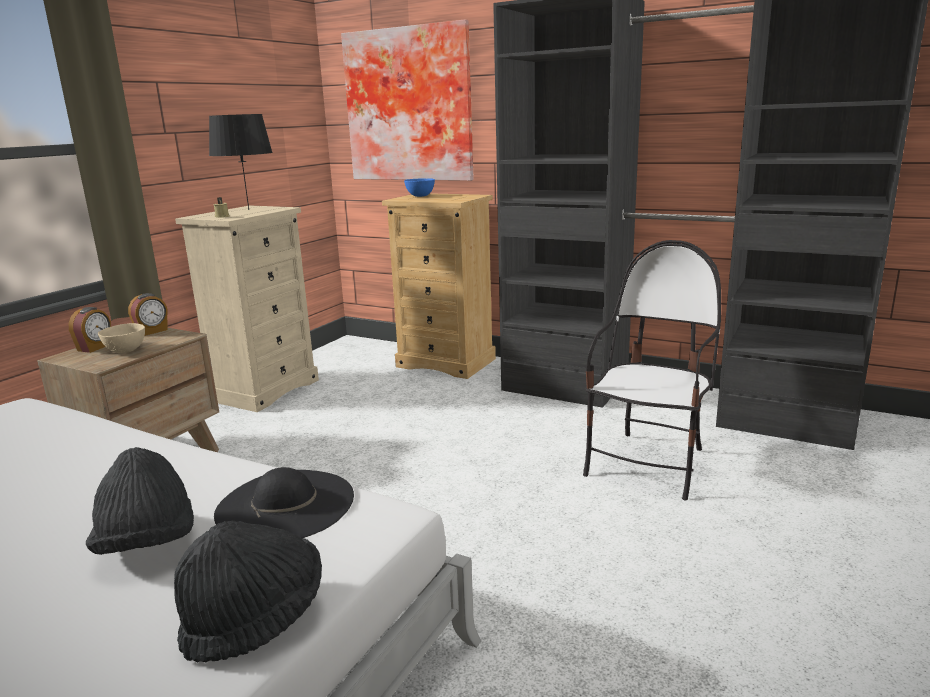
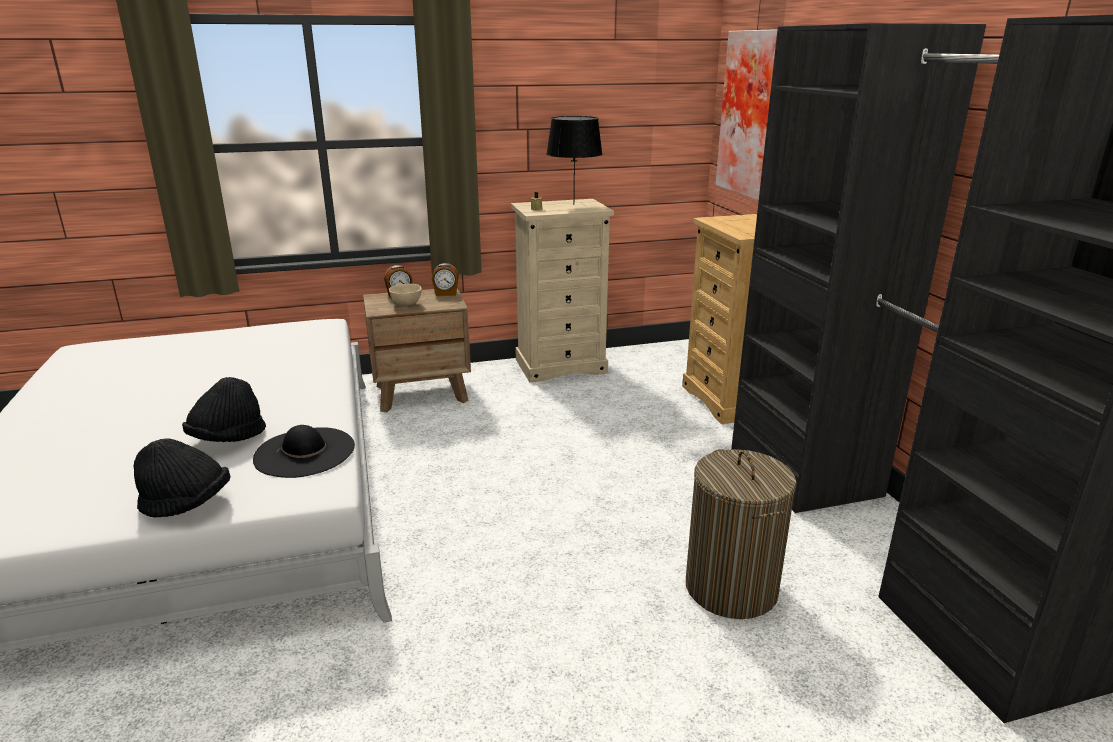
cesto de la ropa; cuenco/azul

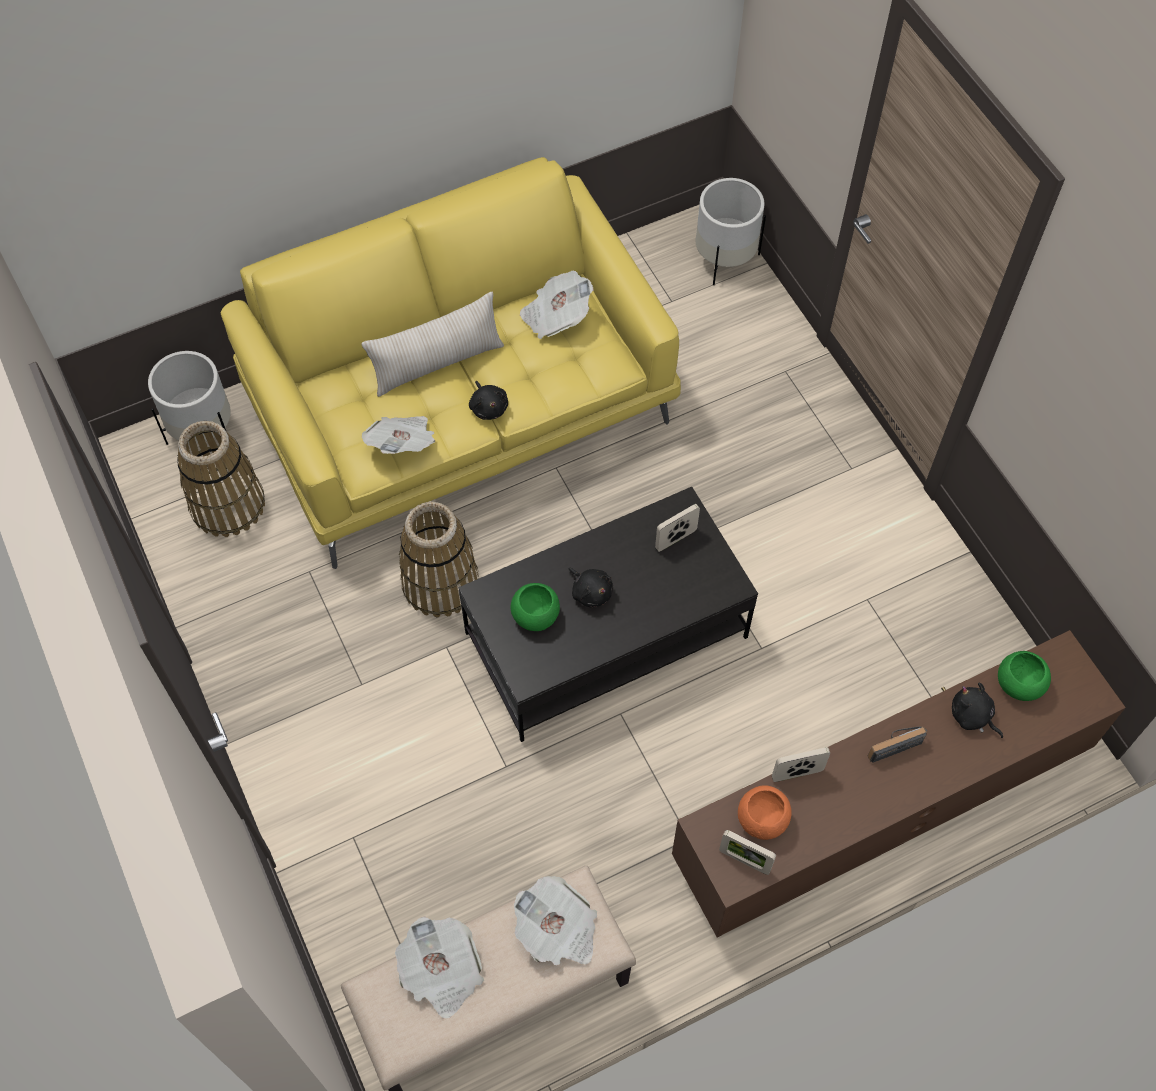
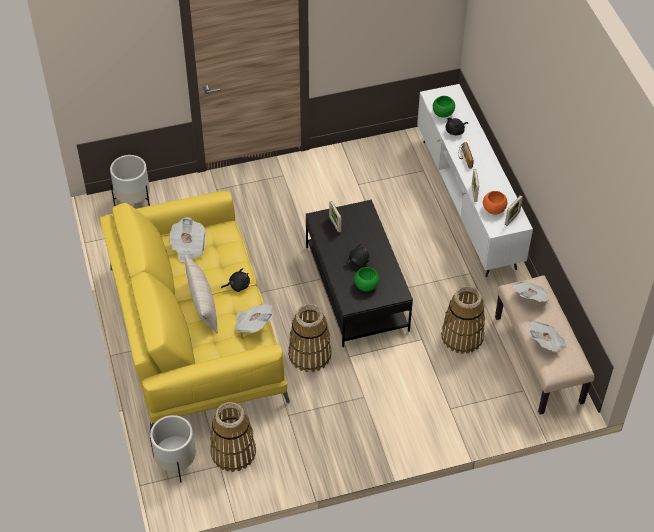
mueble de televisión/blanco; cesta (3rd from left)

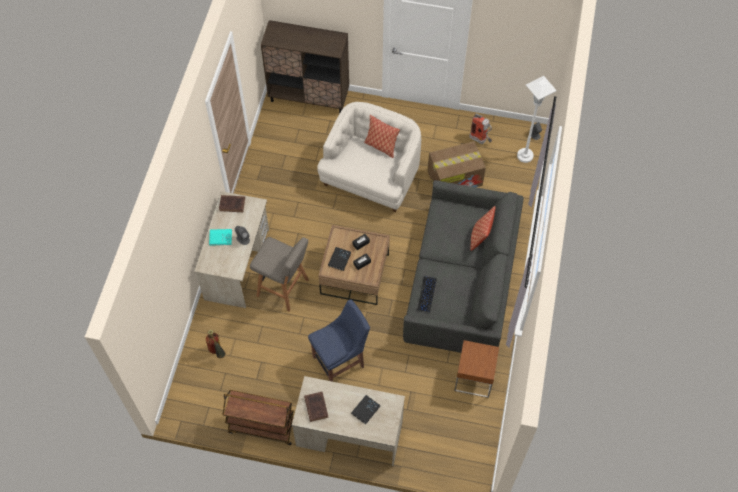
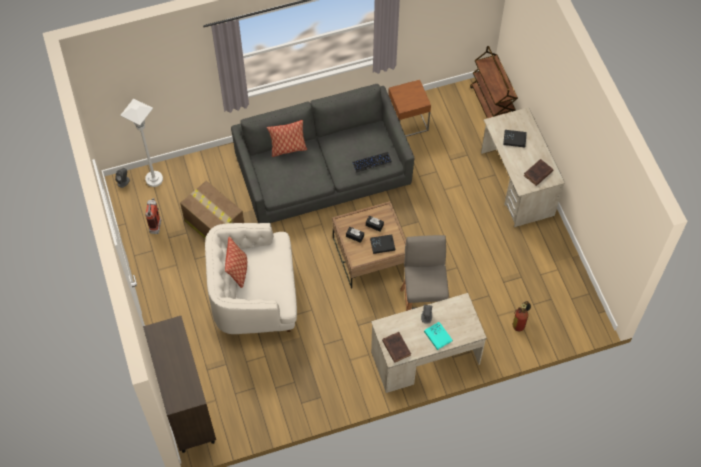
carrito/marrón; silla/azul

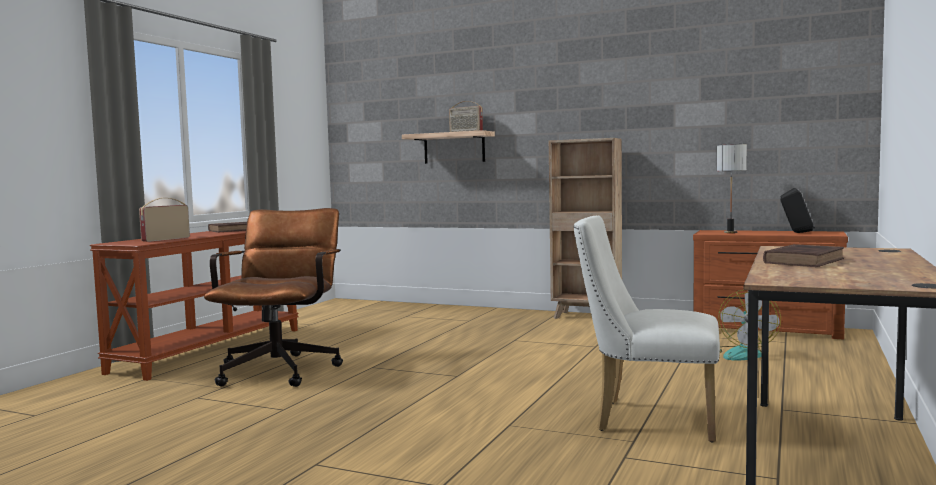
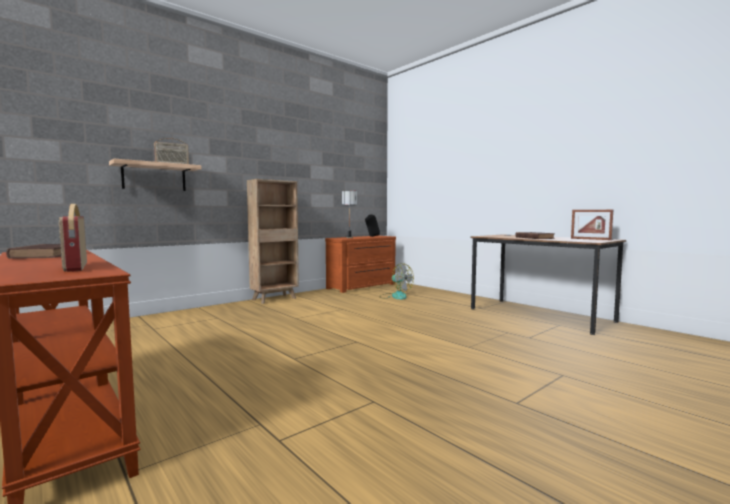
portarretratos; silla de oficina/marrón; silla/blanco

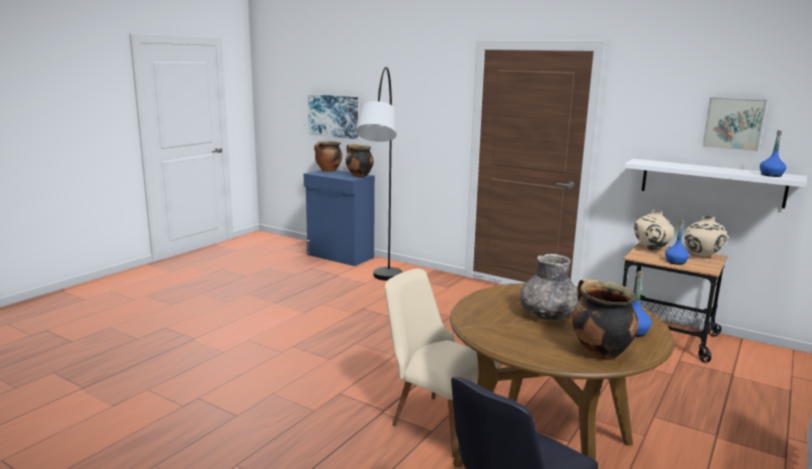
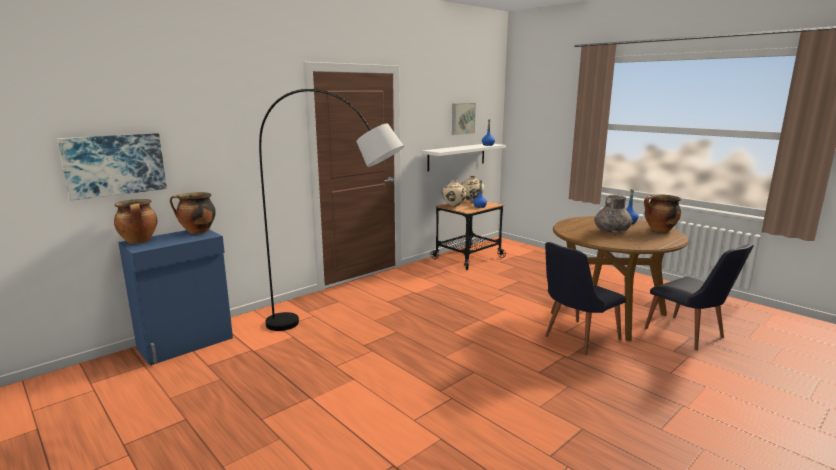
silla/negro (1st from left)

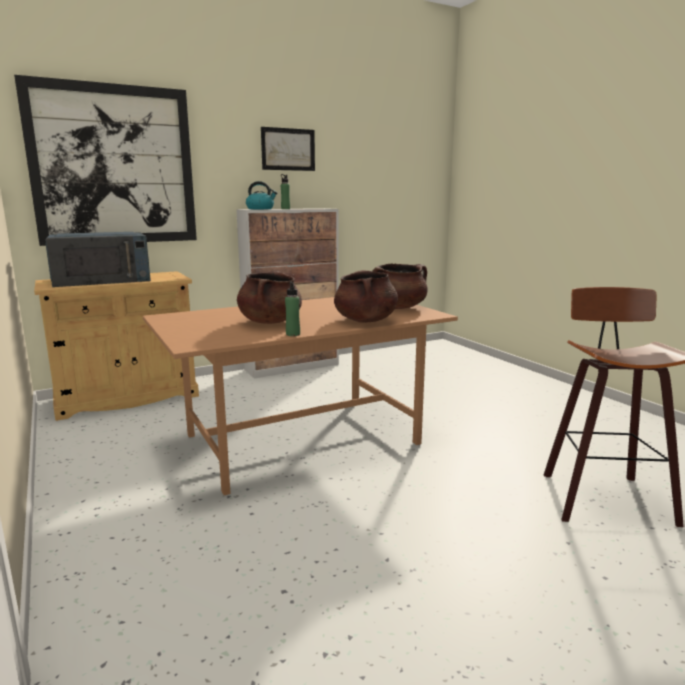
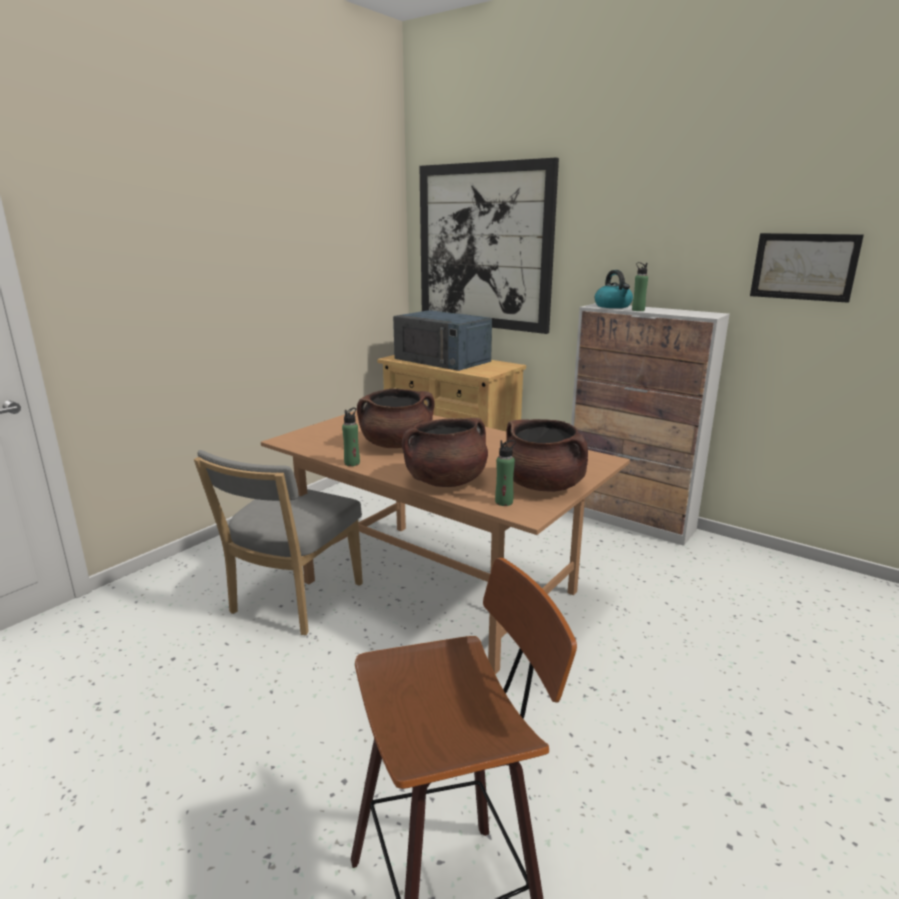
silla/gris; botella/verde (2nd from left); cuadro (2nd from left)

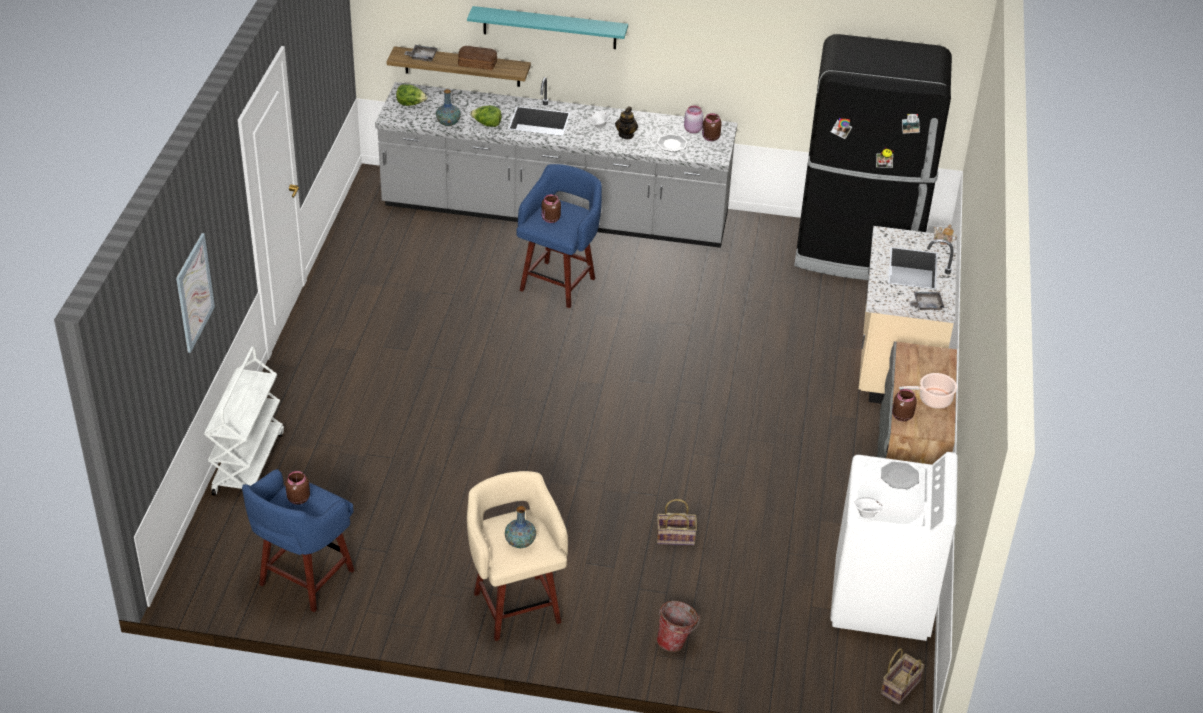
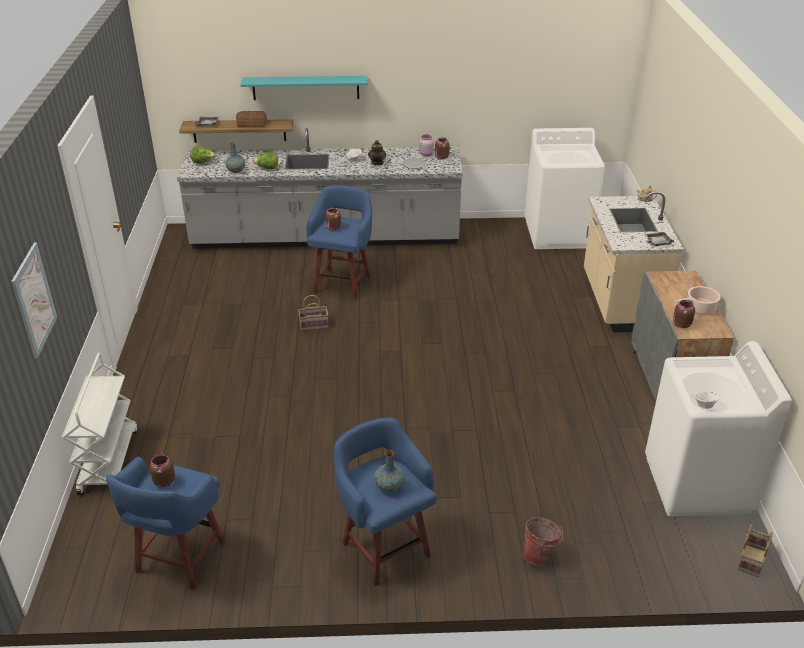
cesta (1st from left); taburete/azul (3rd from left); lavadora/blanco (1st from left); plato (2nd from left in the first image)

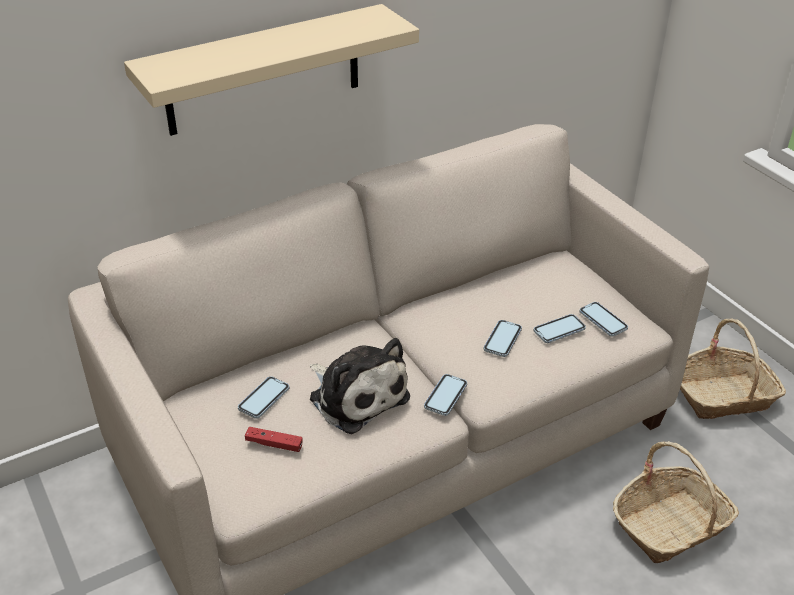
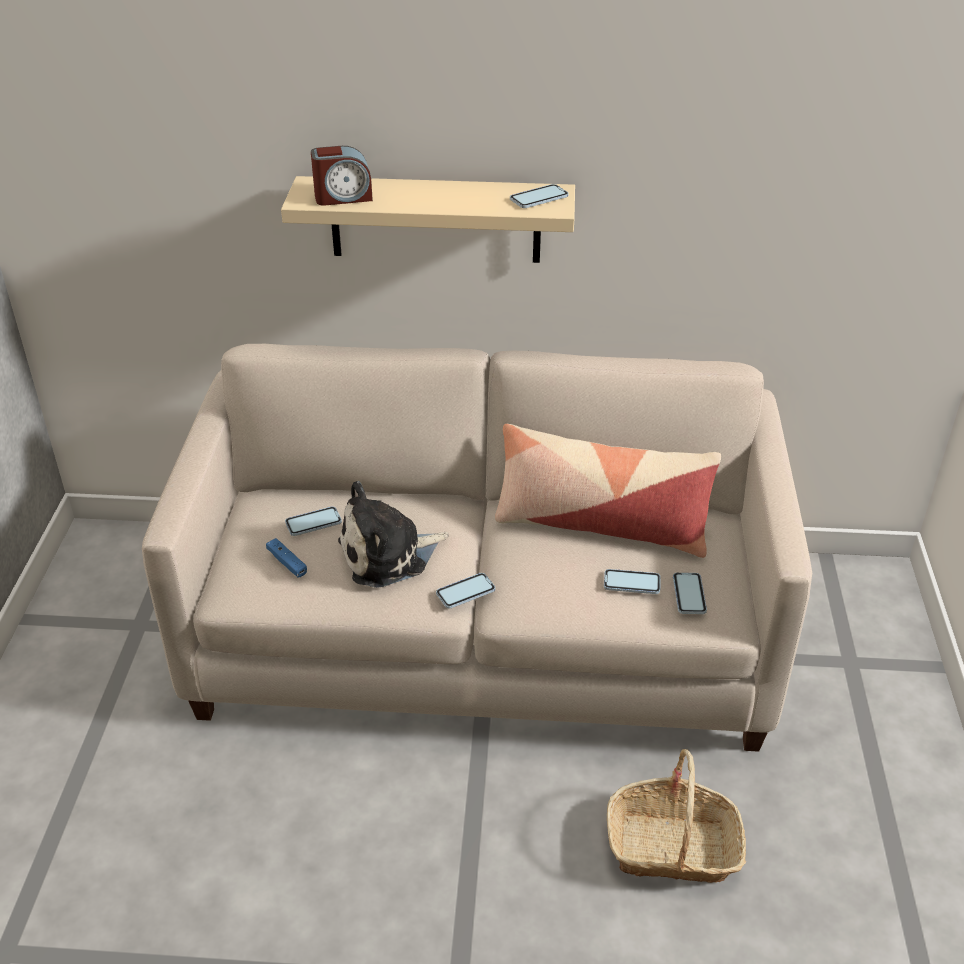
mando de consola/azul; despertador; peluche; cojín; móvil (3rd from left); cesta (2nd from left in the first image)

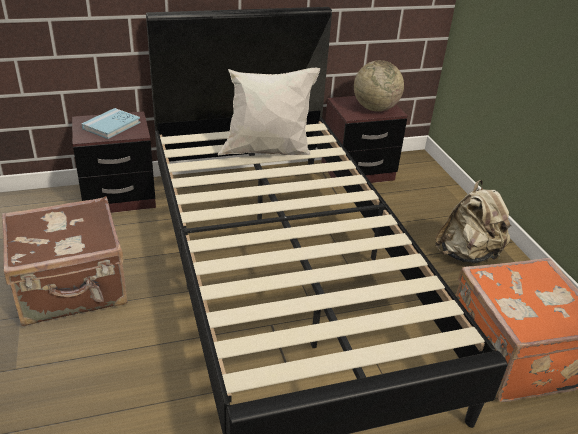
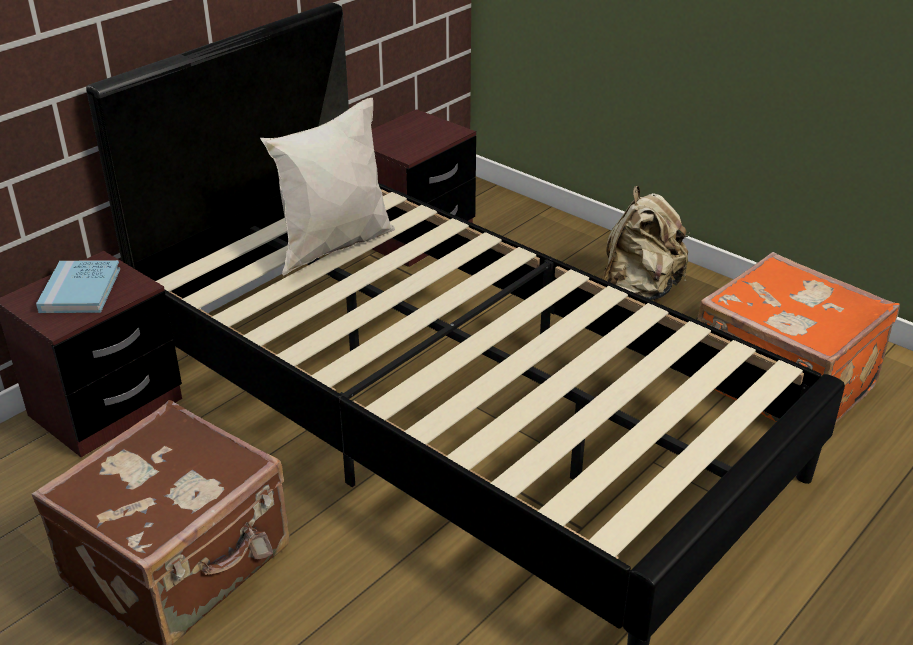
globo terráqueo

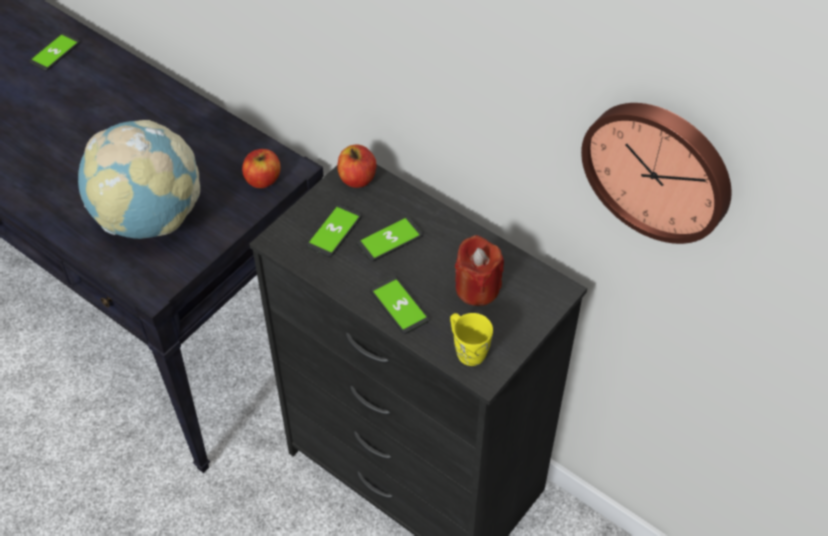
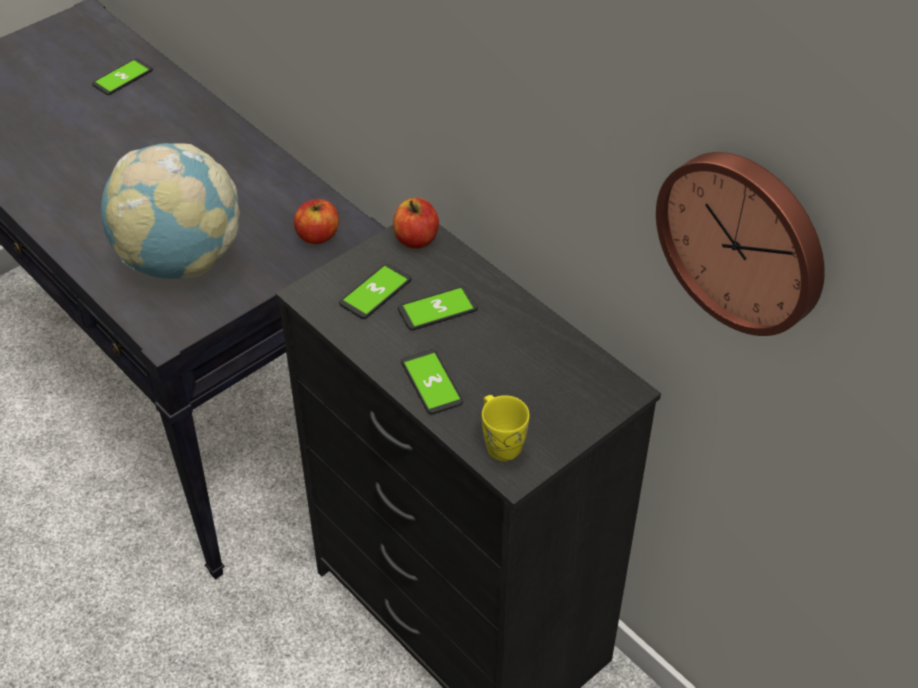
vela/rojo

